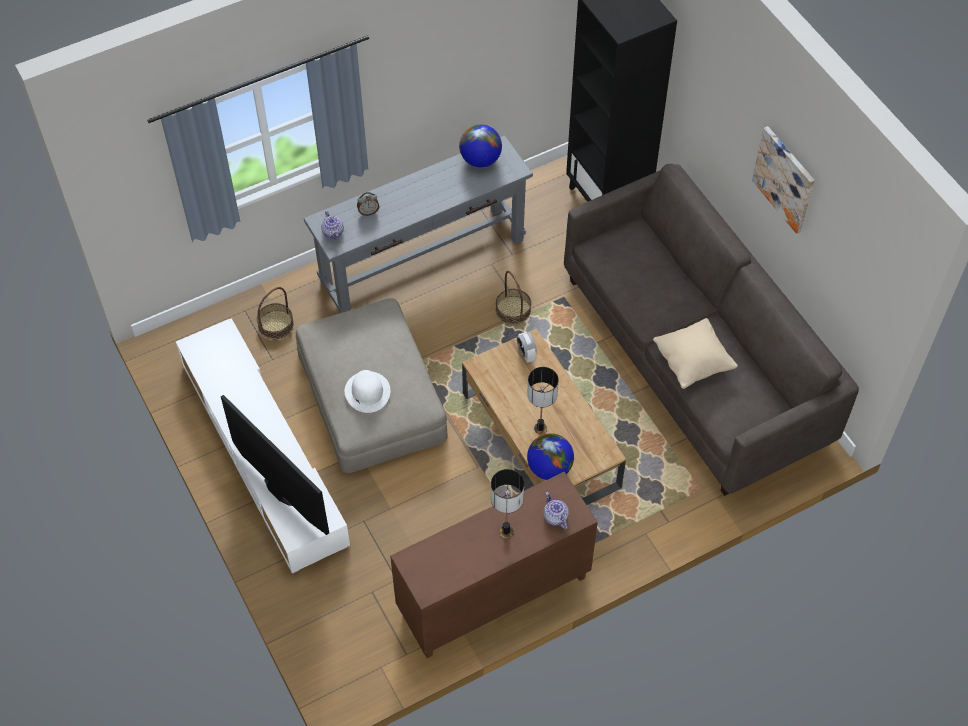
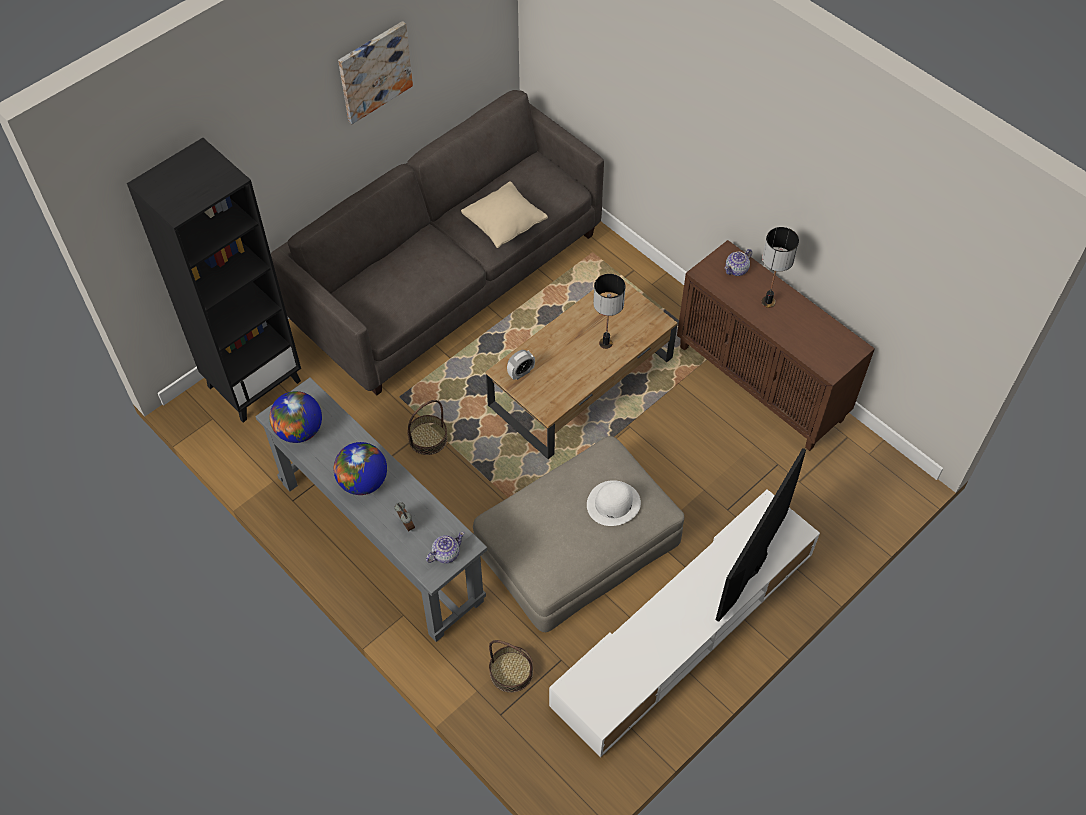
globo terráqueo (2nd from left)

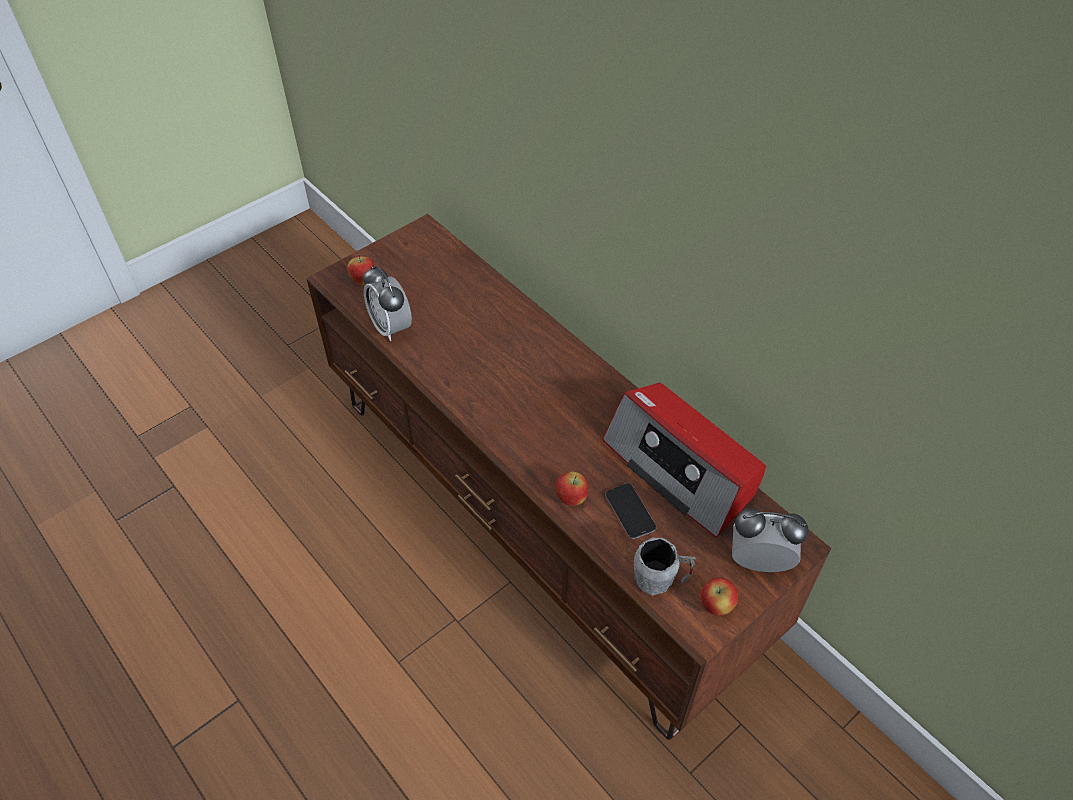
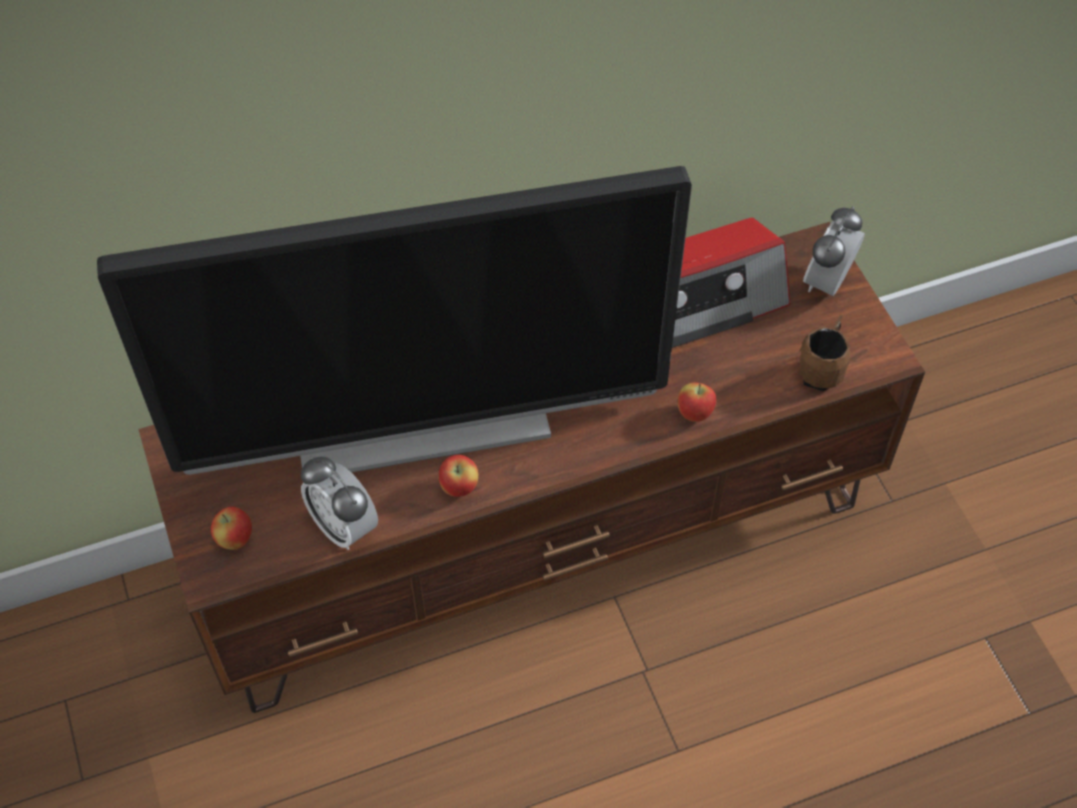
televisor; despertador (1st from left); manzana (2nd from left); taza grande/marrón; móvil

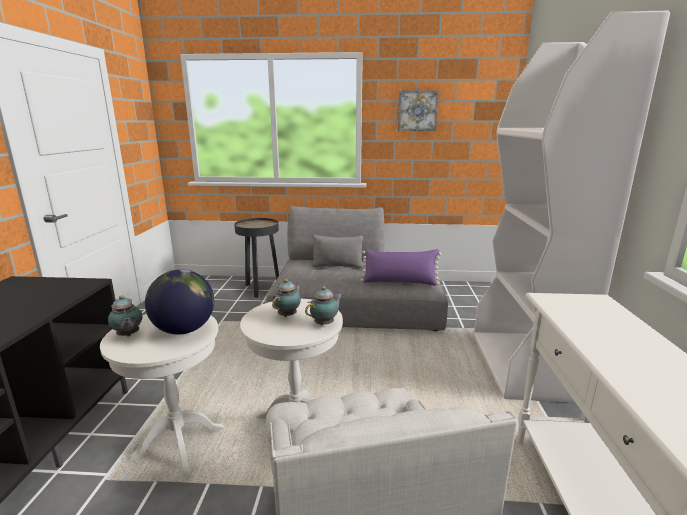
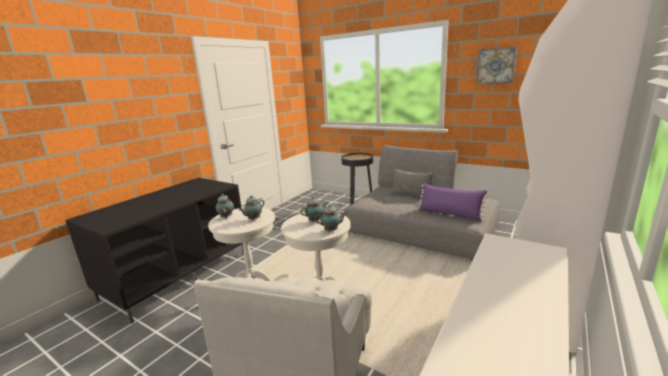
tetera (2nd from left)

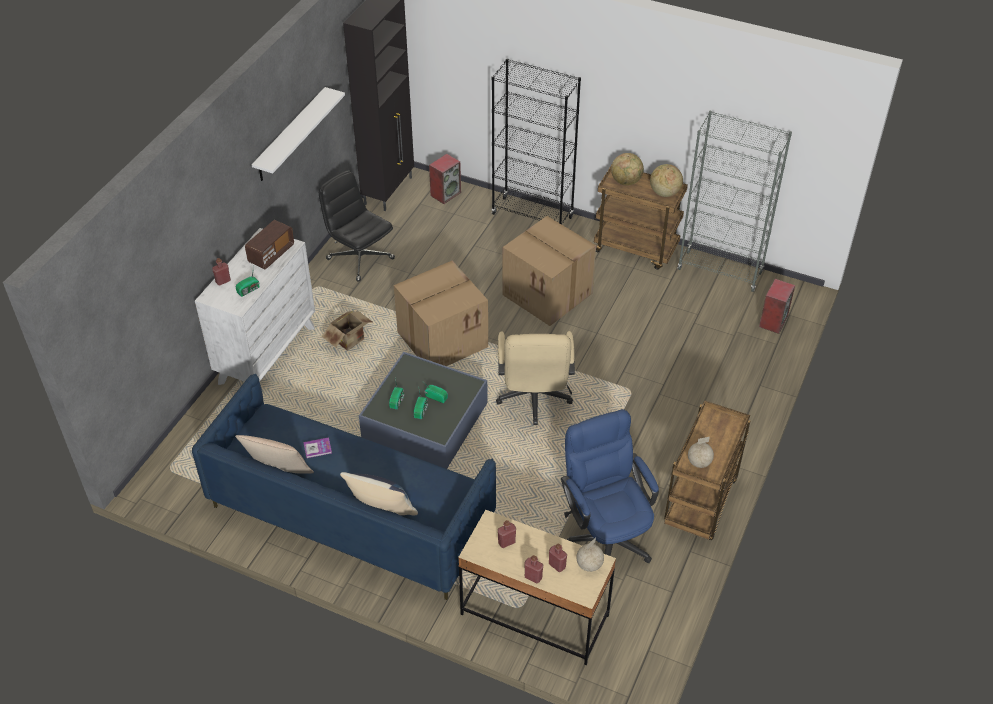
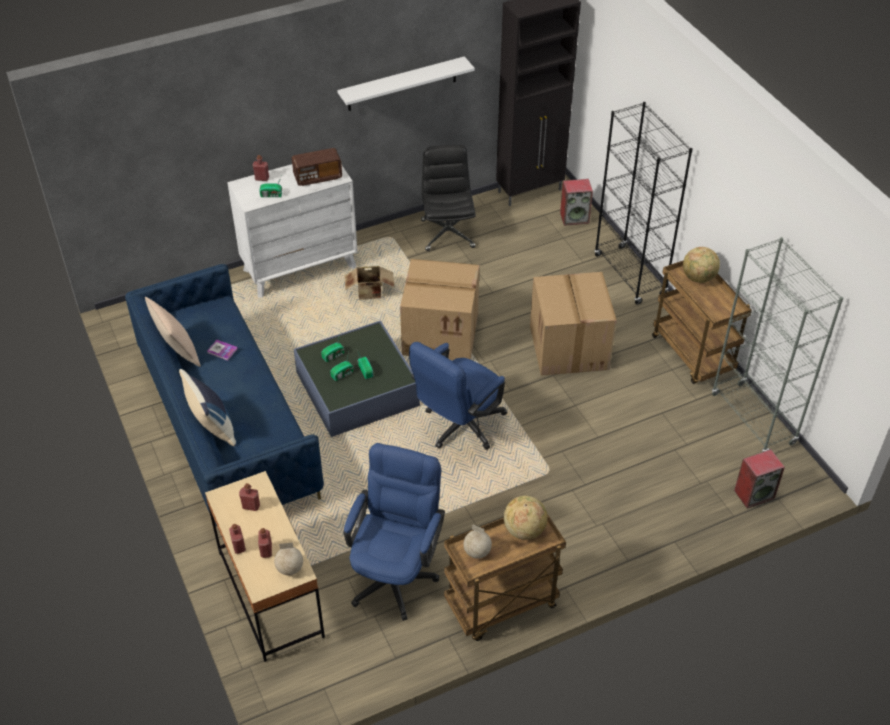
silla de oficina/azul (2nd from left); globo terráqueo (3rd from left)

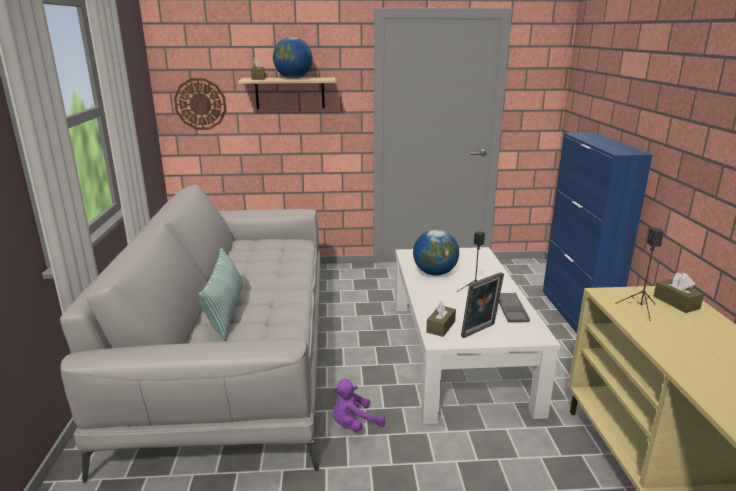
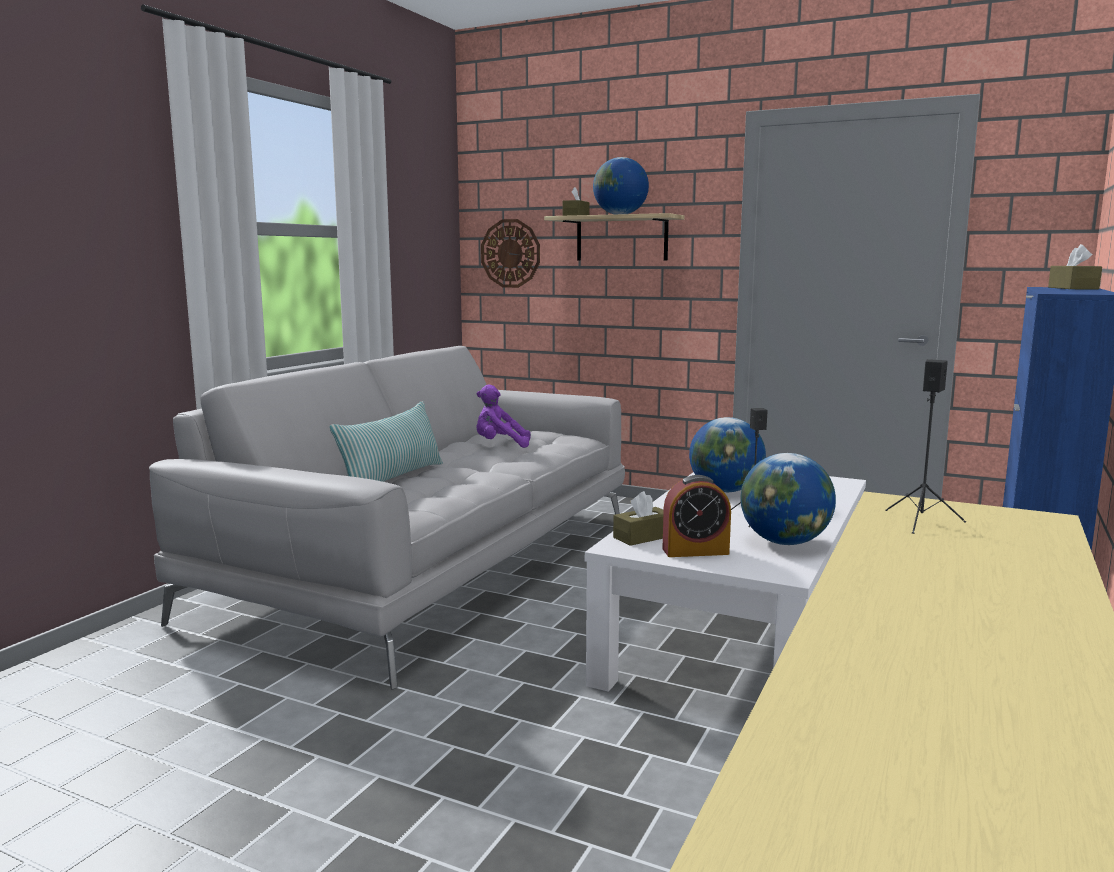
peluche/morado; despertador; globo terráqueo (3rd from left); caja de pañuelos/marrón (3rd from left)

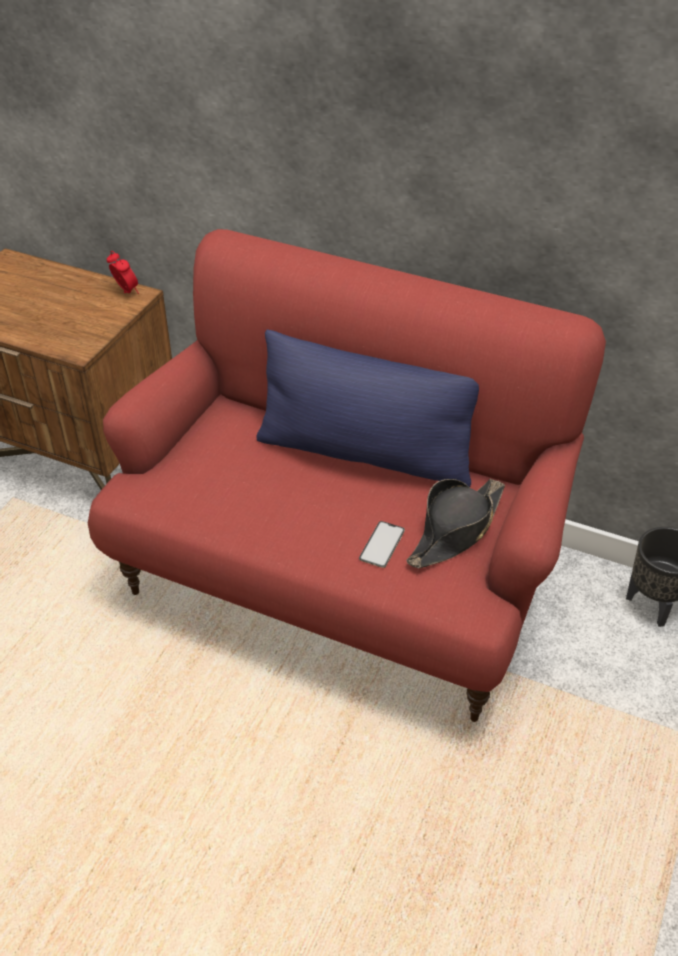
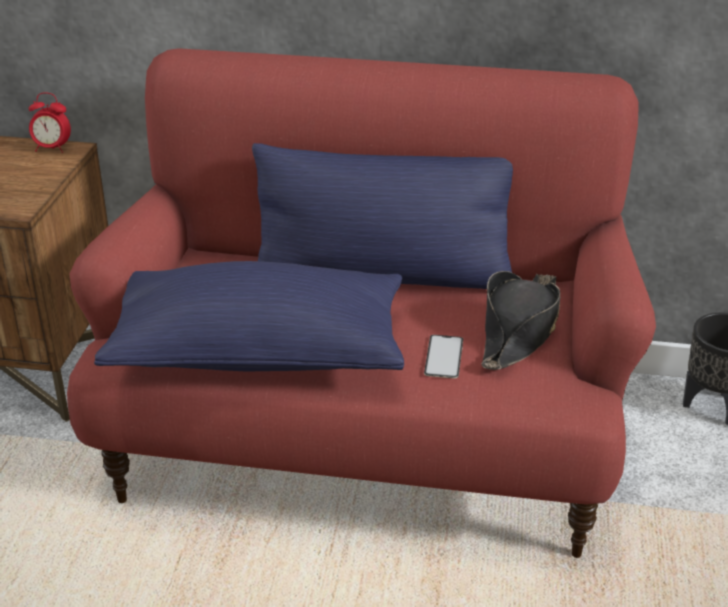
despertador; cojín/azul (1st from left)

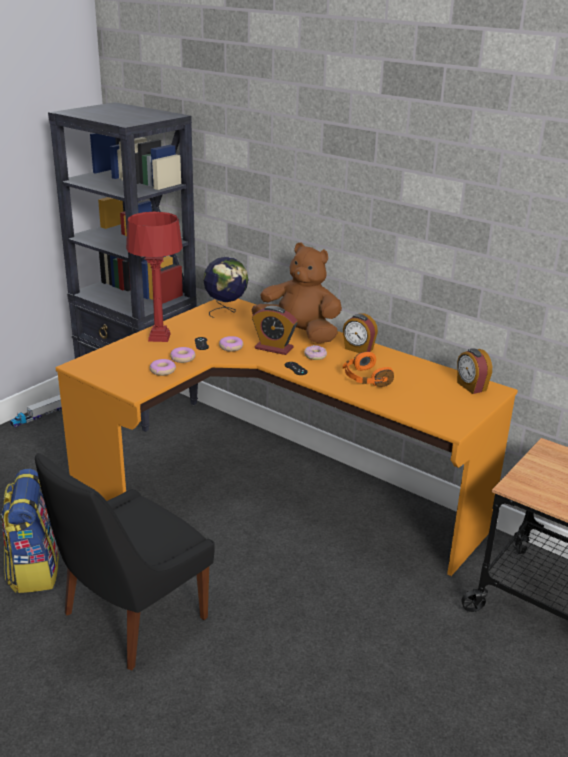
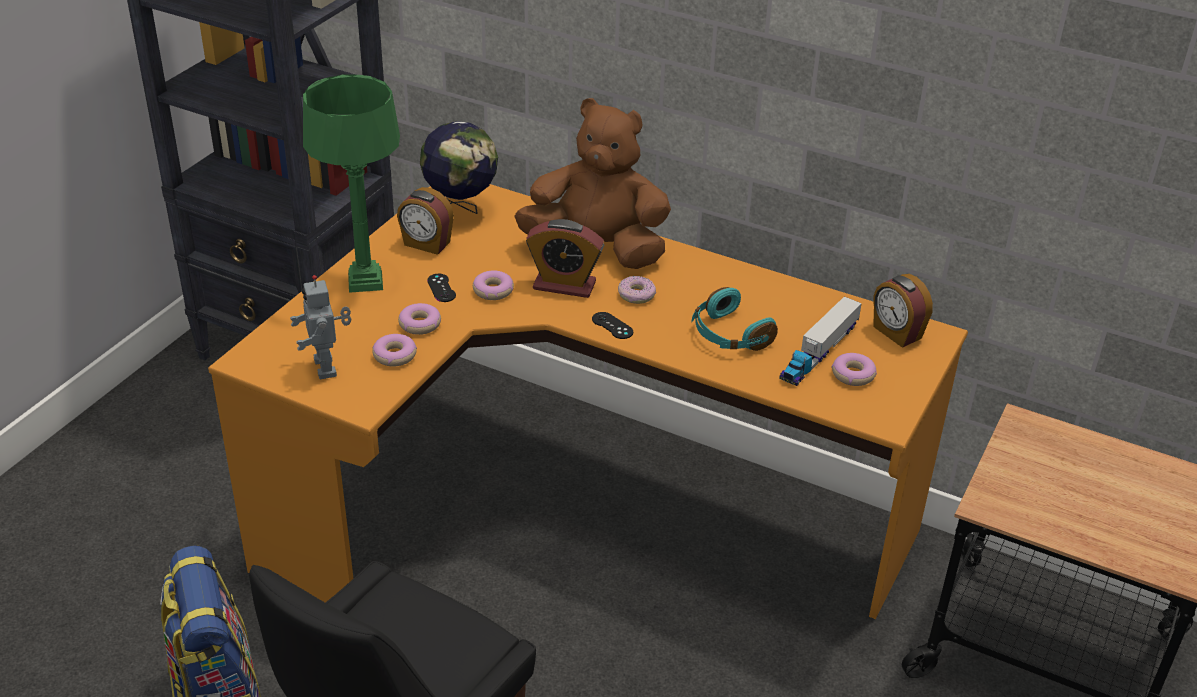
robot de juguete; lámpara de mesa/verde; despertador (1st from left); auriculares/turquesa; camión de juguete; rosquilla (5th from left)

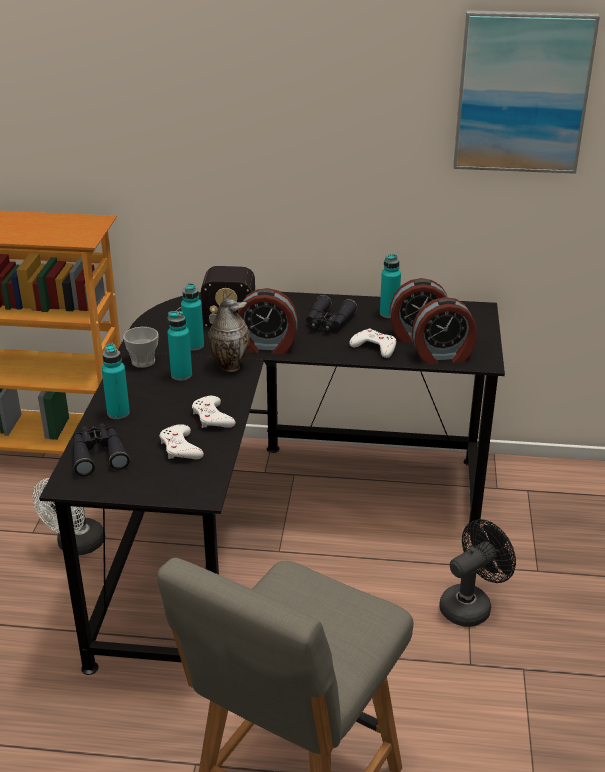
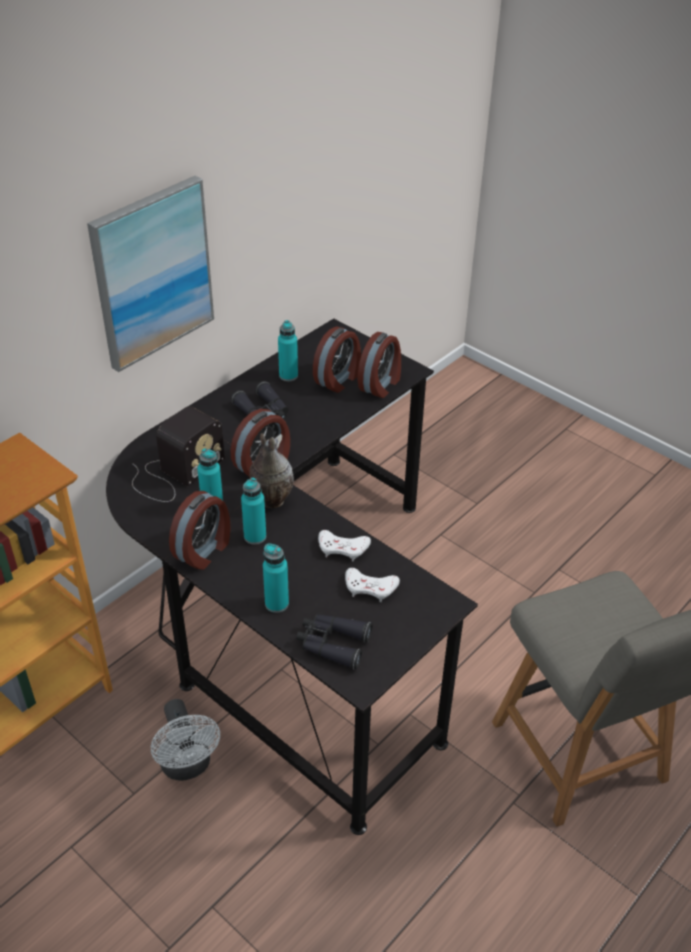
cuadro; despertador (1st from left); mando de consola/blanco (3rd from left in the first image); ventilador/negro

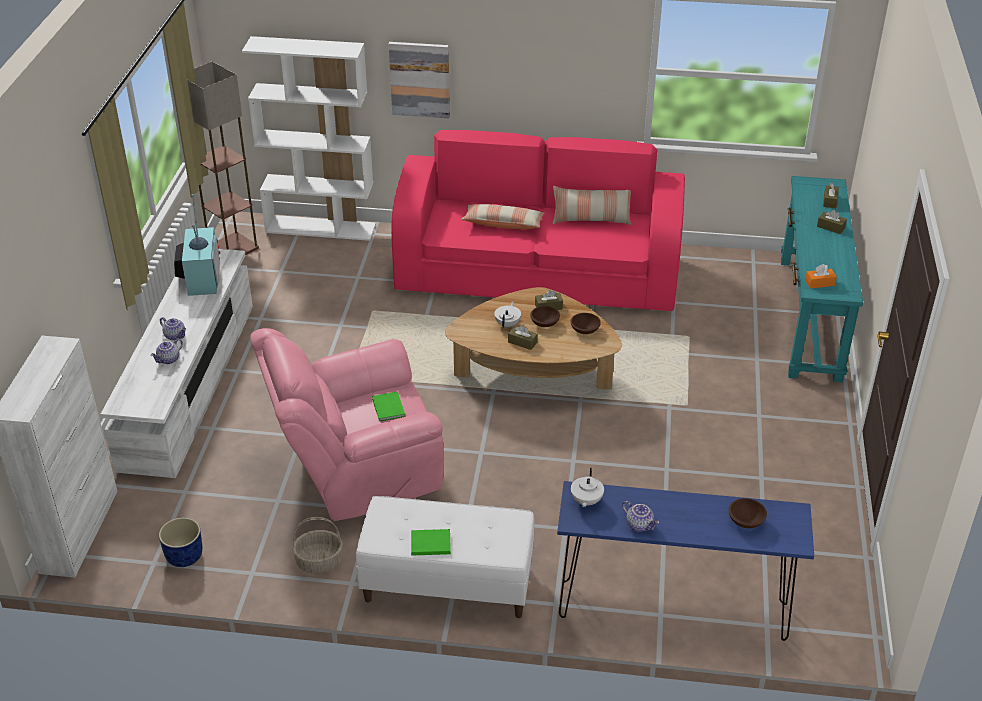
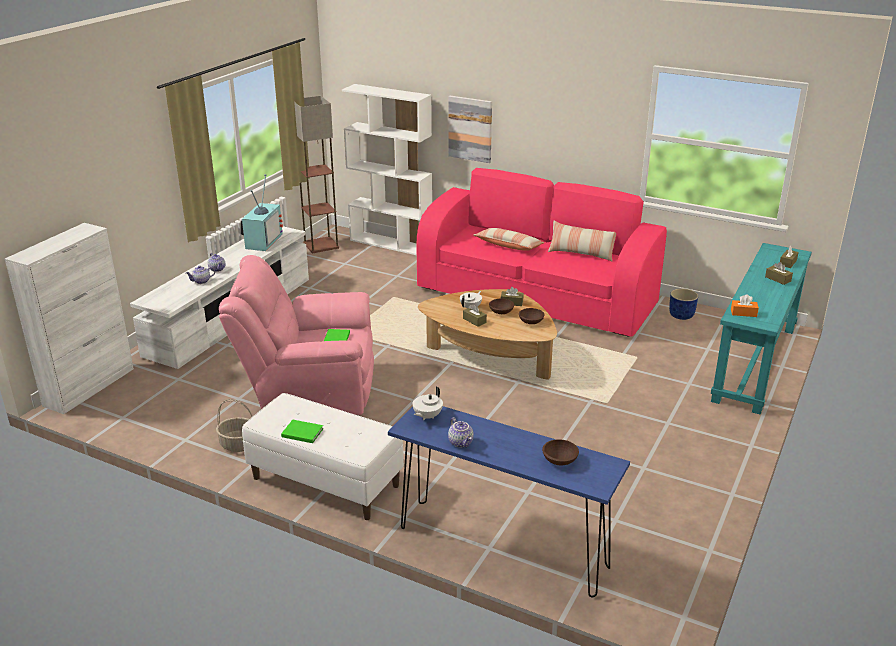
maceta/azul

